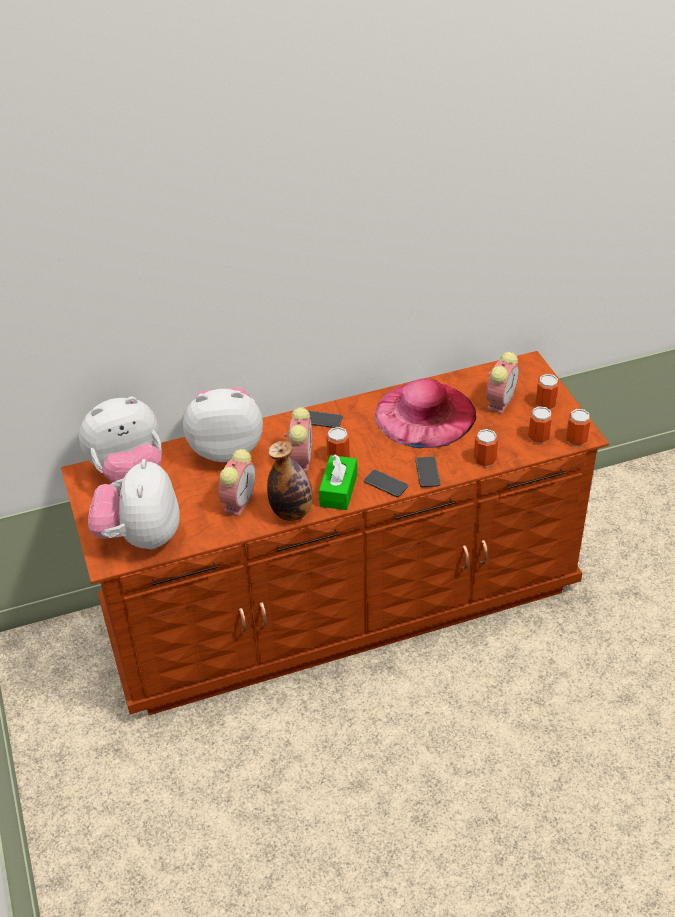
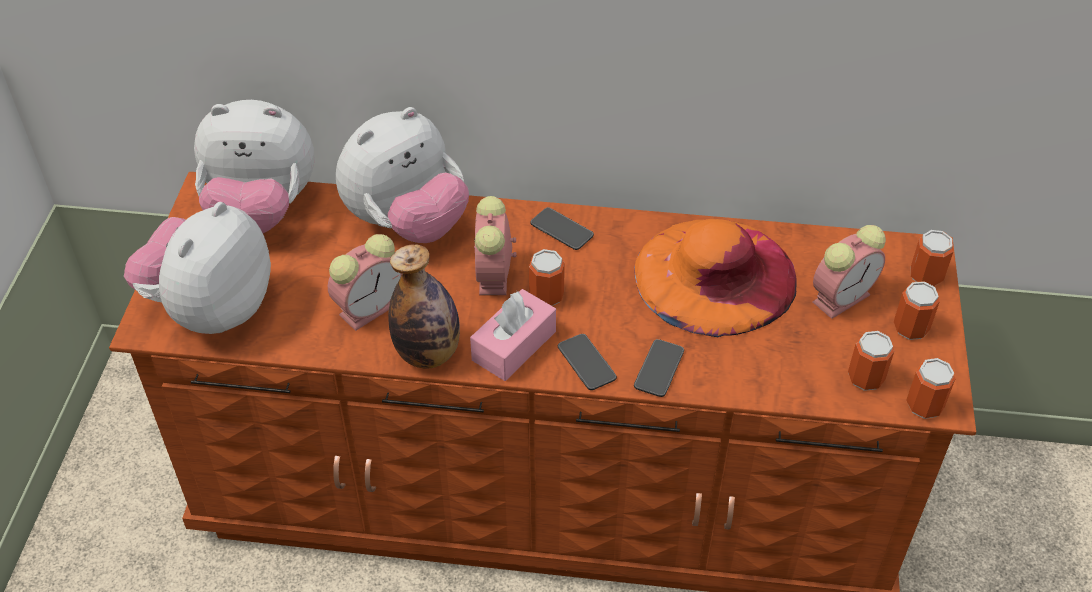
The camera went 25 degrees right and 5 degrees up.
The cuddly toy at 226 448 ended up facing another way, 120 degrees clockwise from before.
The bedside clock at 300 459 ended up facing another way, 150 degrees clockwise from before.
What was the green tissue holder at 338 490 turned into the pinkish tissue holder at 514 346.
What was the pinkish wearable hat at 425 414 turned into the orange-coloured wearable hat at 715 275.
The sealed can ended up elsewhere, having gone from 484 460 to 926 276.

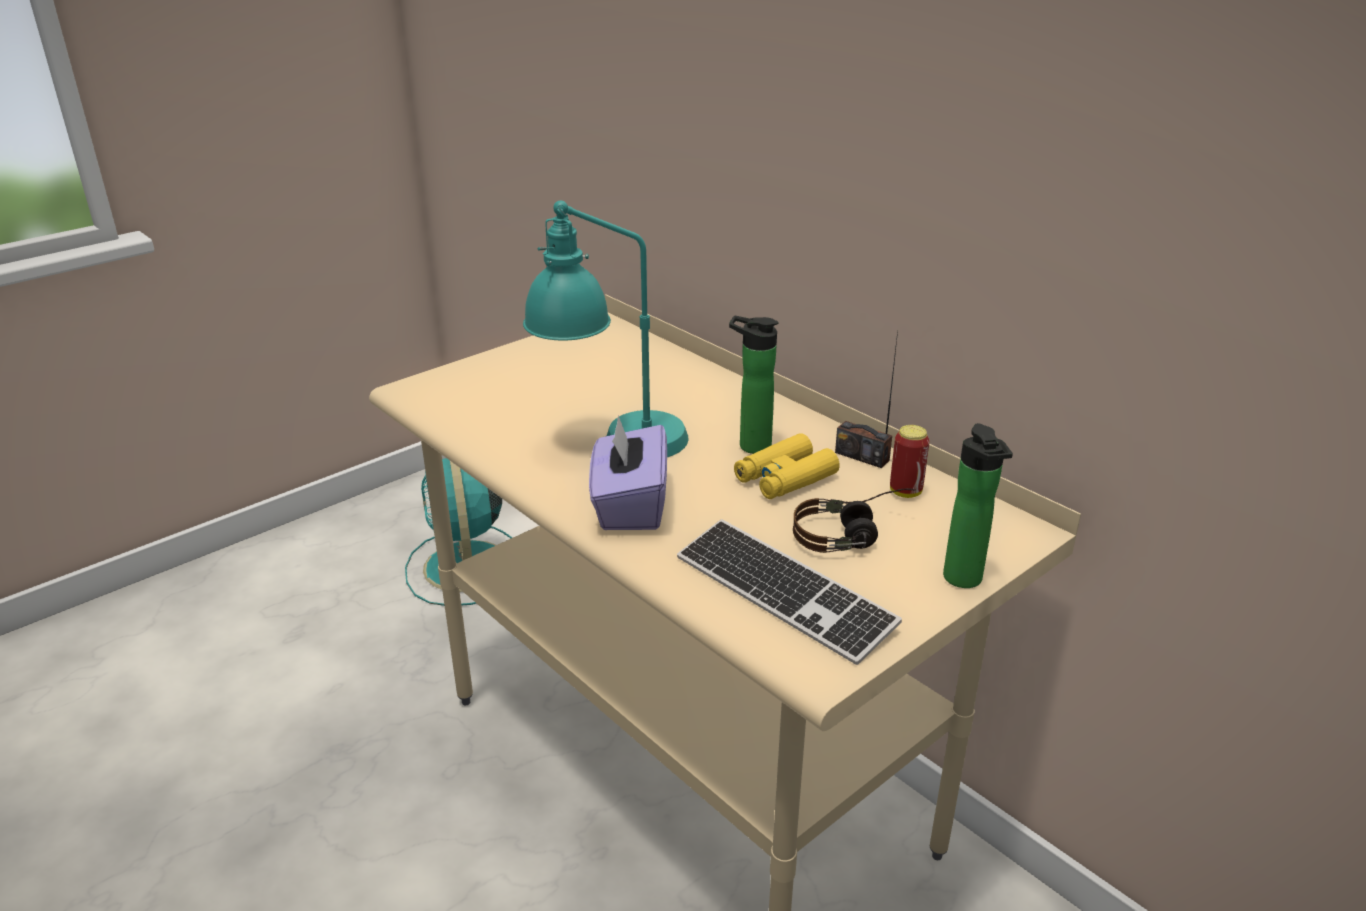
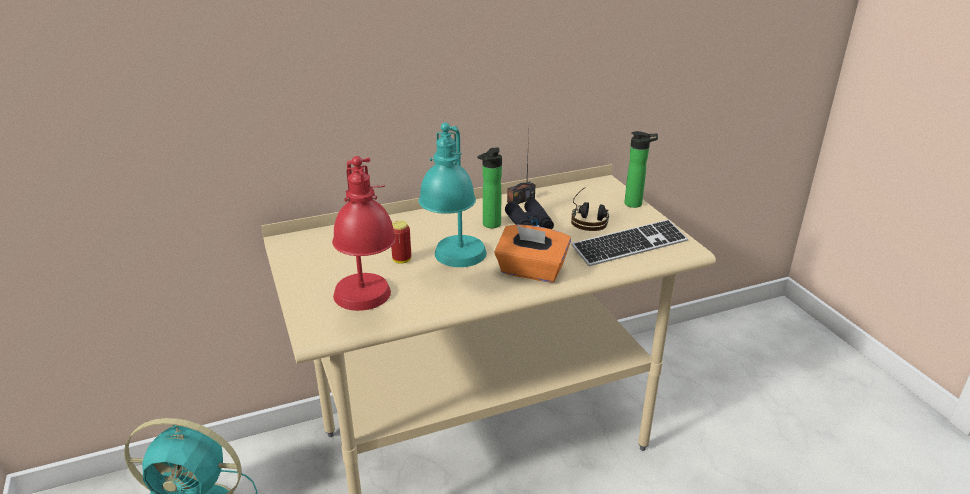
The camera went 70 degrees left and 0 degrees up.
What was the purple tissue holder at 629 506 turned into the orange-coloured tissue holder at 531 271.
What was the yellow field glasses at 784 478 turned into the blackish field glasses at 529 223.
The sealed can ended up elsewhere, having gone from 905 492 to 402 260.
The second view gained the reddish lamp for a table at 368 307.

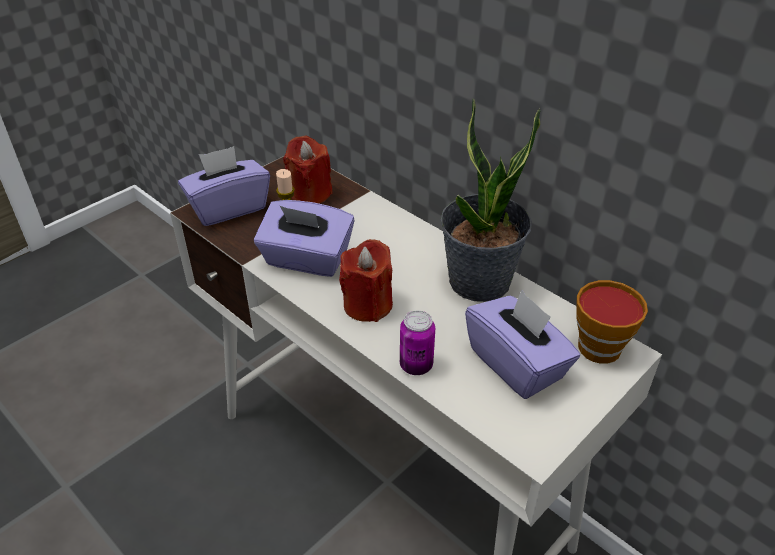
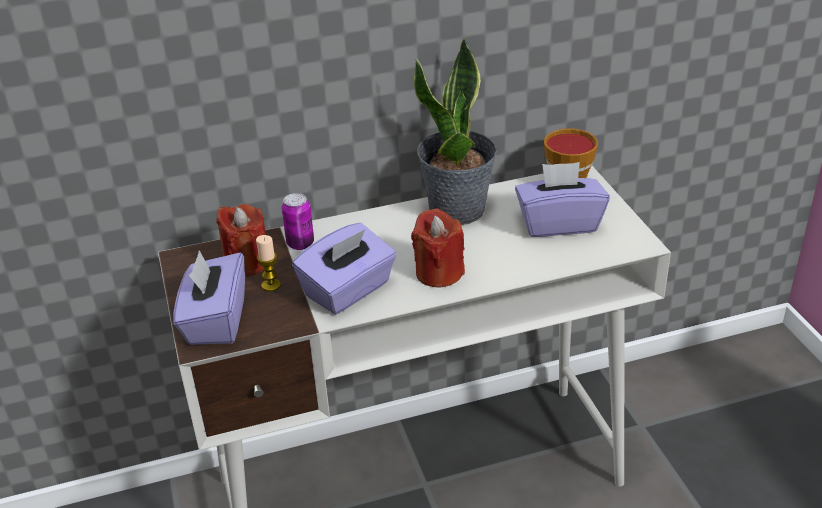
The camera went 60 degrees left and 5 degrees down.
The sealed can ended up elsewhere, having gone from 416 365 to 300 244.

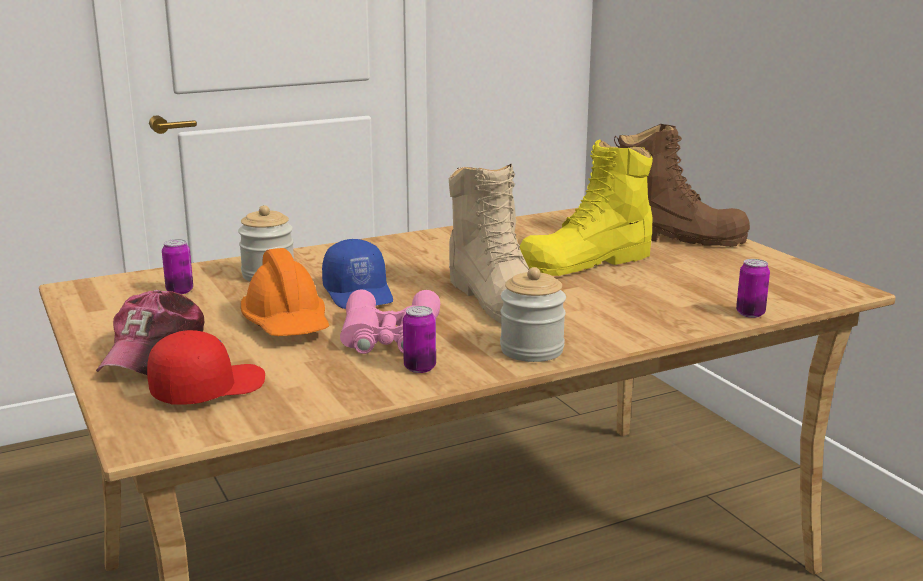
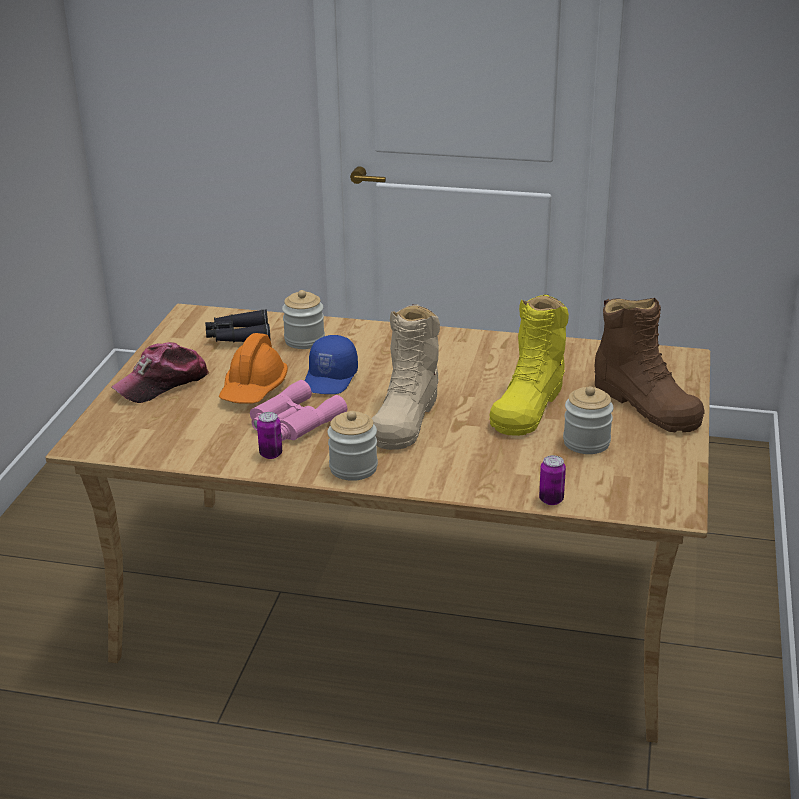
The camera went 40 degrees right and 10 degrees up.
The second view lost the reddish peaked cap at 207 388.
Where the sealed can stood at 179 291, the blackish field glasses came to stand at 238 337.
The yellow high-top boot at 587 262 ended up facing another way, 75 degrees counterclockwise from before.
The second view gained the jar at 586 442.

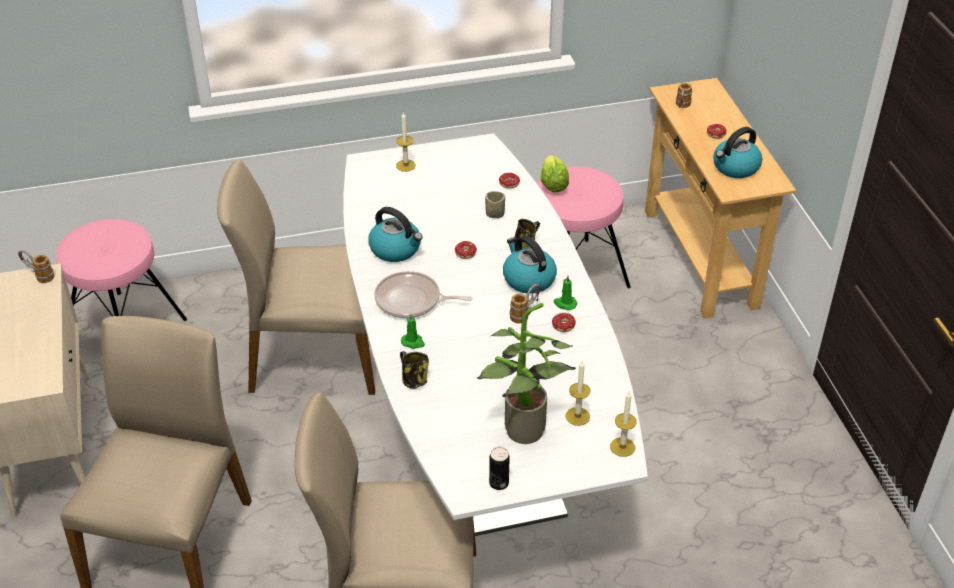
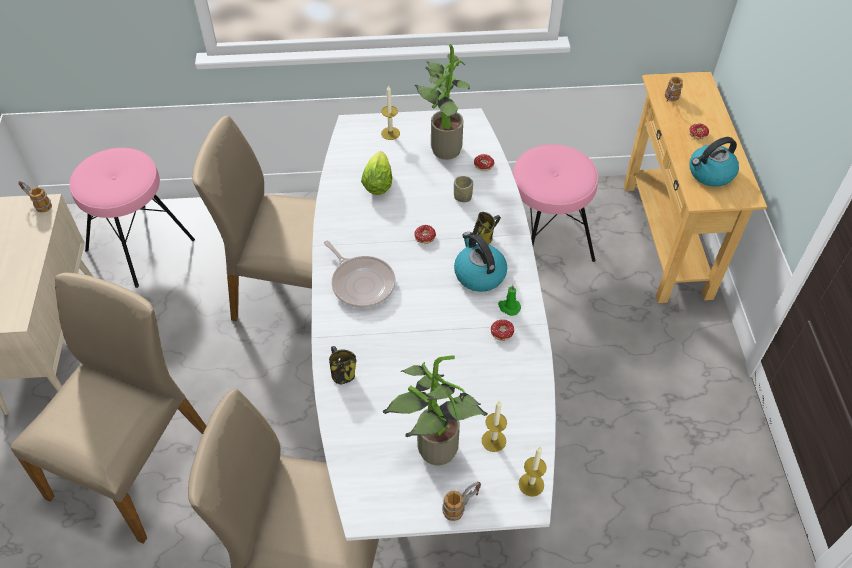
The camera went 10 degrees right and 10 degrees up.
The second view lost the kettle at 396 249.
The frying pan at 411 301 ended up facing another way, 150 degrees counterclockwise from before.
The second view lost the green wax candle at 413 342.
The second view lost the sealed can at 499 483.
The tea mug ended up elsewhere, having gone from 525 313 to 461 506.
The lettuce ended up elsewhere, having gone from 553 183 to 378 182.
The second view gained the potted plant at 442 148.

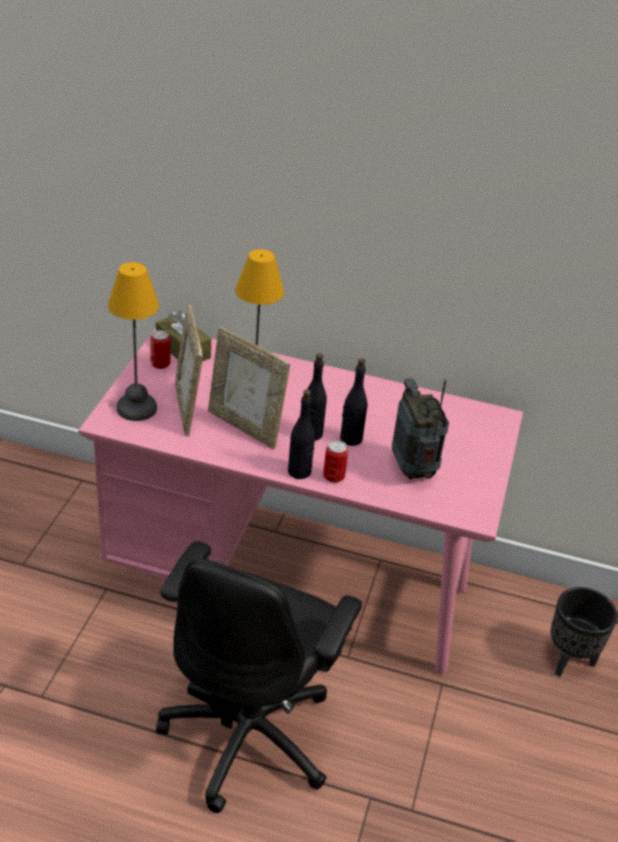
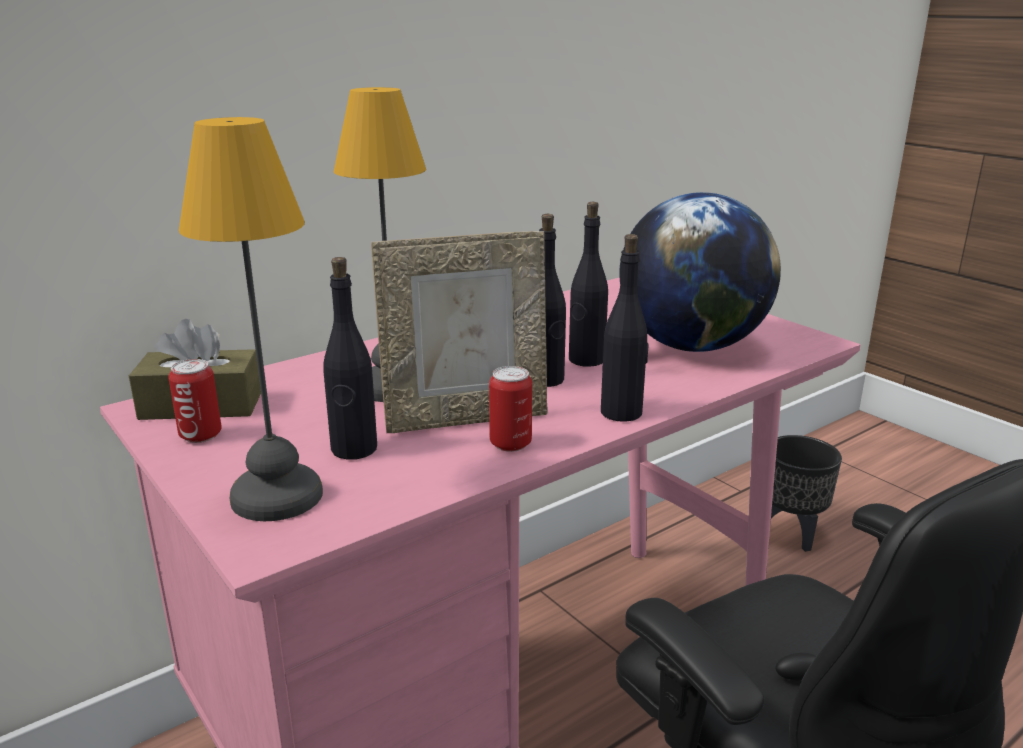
The camera went 50 degrees left and 15 degrees down.
Where the picture frame stood at 187 409, the blackish bottle came to stand at 354 449.
The sealed can ended up elsewhere, having gone from 333 477 to 510 443.
Where the radio stood at 413 470, the world globe came to stand at 691 346.

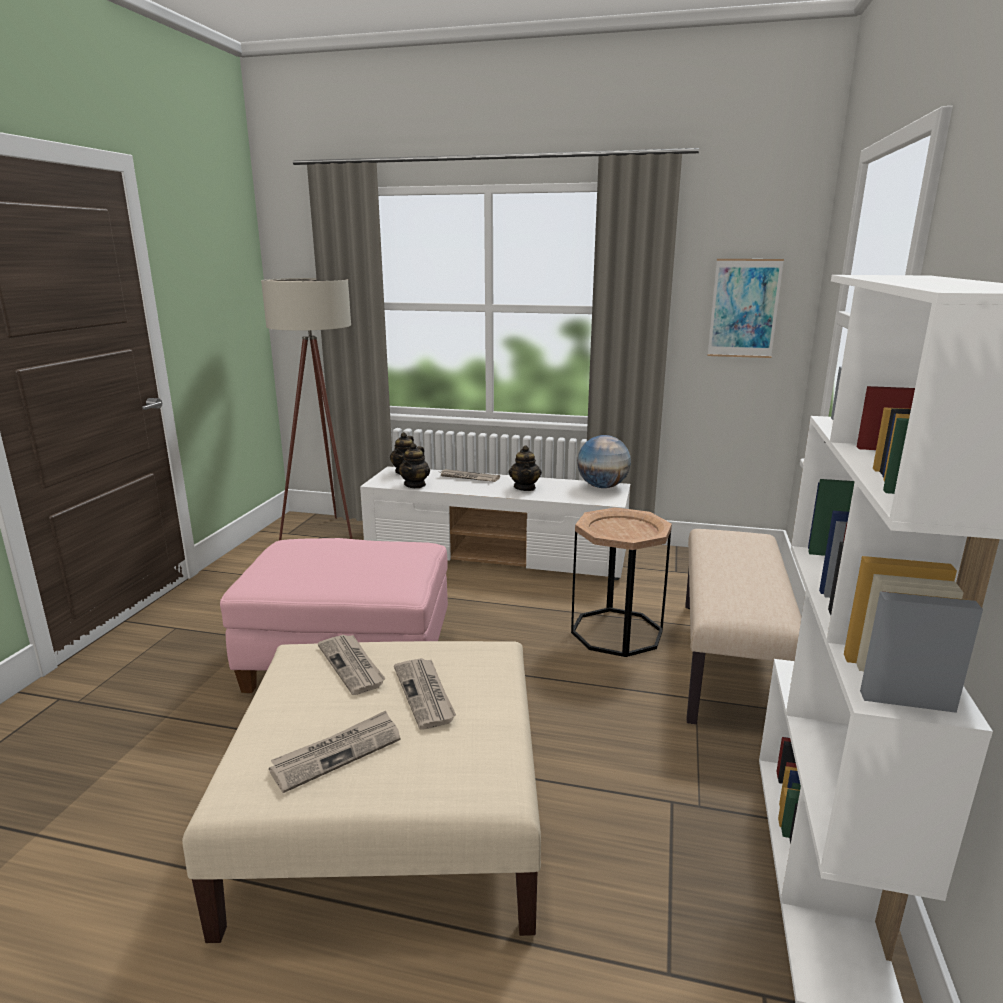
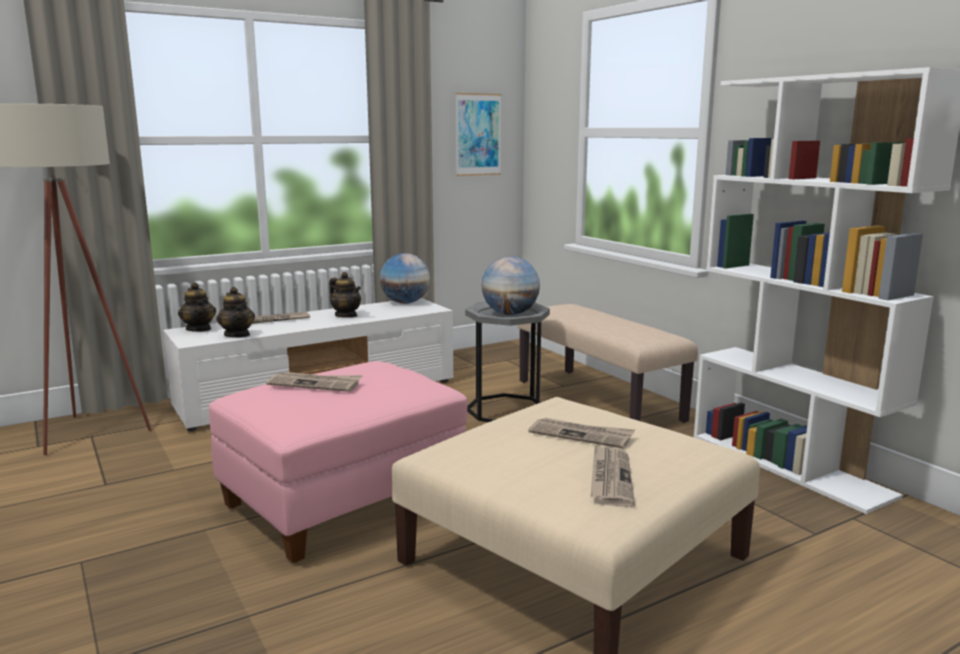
The camera went 45 degrees left and 5 degrees down.
The printed paper ended up elsewhere, having gone from 352 665 to 315 384.
What was the brown end table at 616 632 turned into the greyish end table at 506 409.
The second view gained the world globe at 510 314.

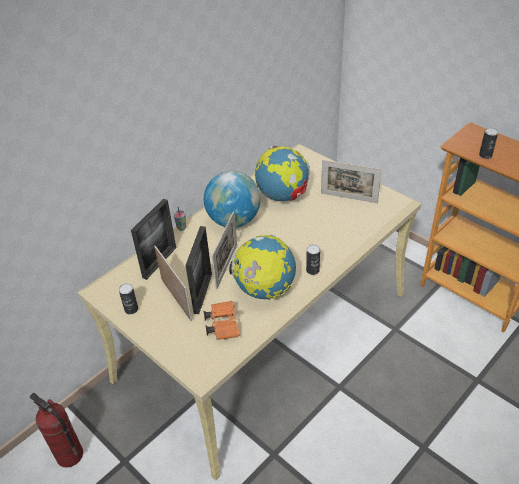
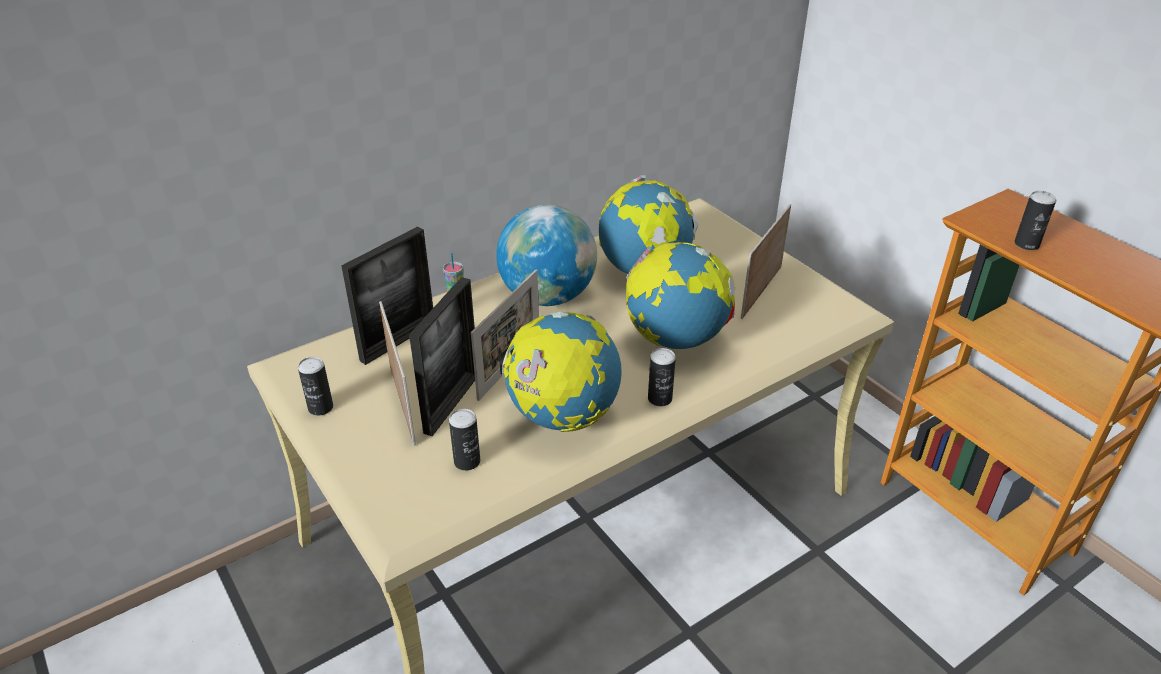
The camera went 10 degrees right and 5 degrees down.
The second view lost the fire extinguisher at 69 455.
Where the orange-coloured field glasses stood at 222 324, the sealed can came to stand at 467 461.
The picture frame at 349 198 ended up facing another way, 90 degrees clockwise from before.
The second view gained the world globe at 676 339.

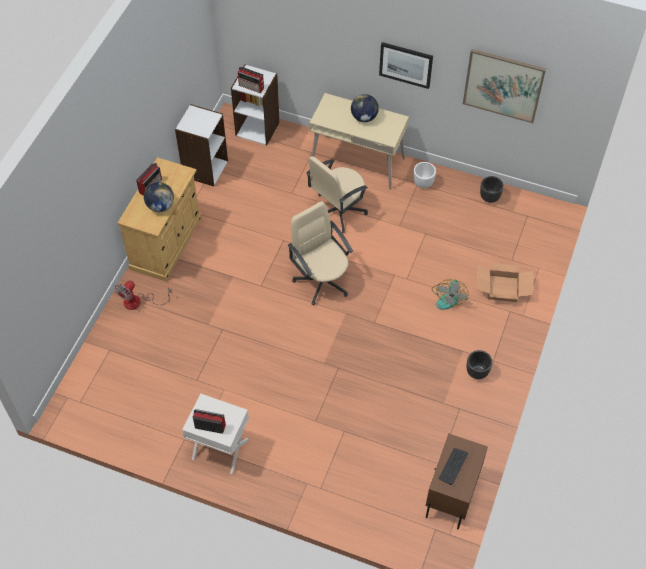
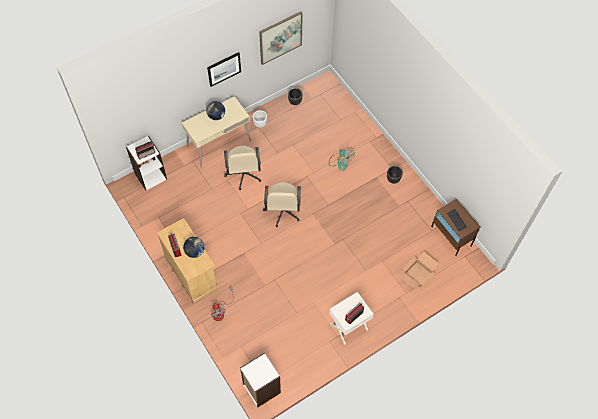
The camera went 55 degrees left and 5 degrees up.
The whitish bookcase ended up elsewhere, having gone from 205 168 to 261 388.
The beige computer chair at 322 280 ended up facing another way, 90 degrees counterclockwise from before.
The cardboard box ended up elsewhere, having gone from 502 289 to 418 275.

